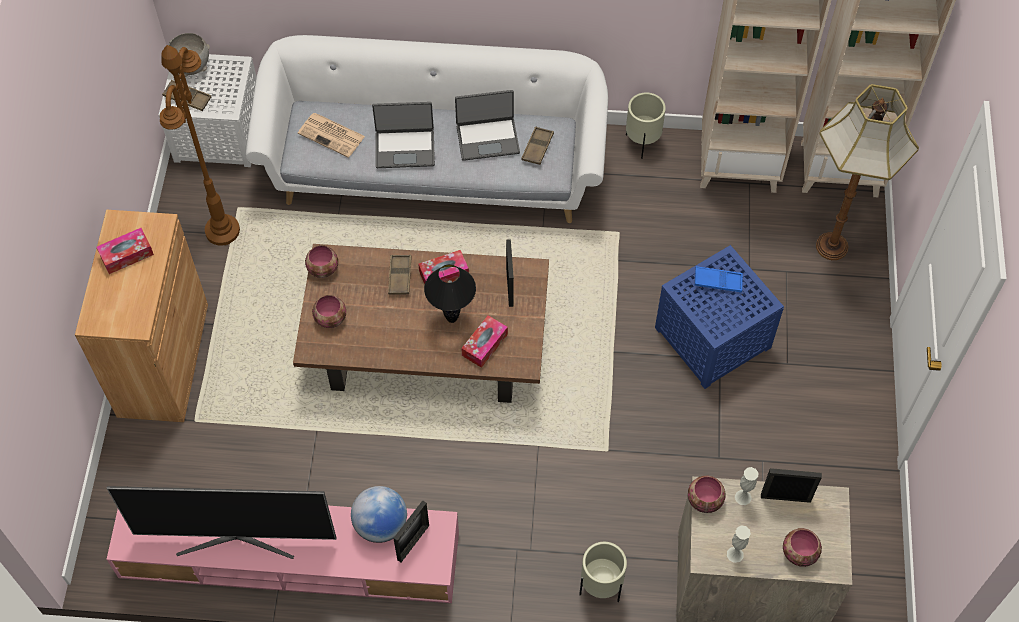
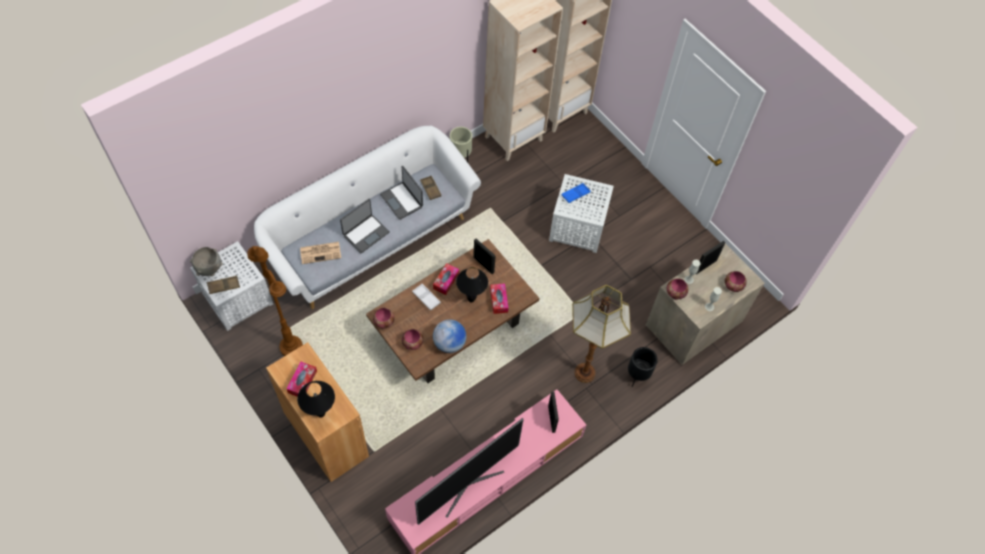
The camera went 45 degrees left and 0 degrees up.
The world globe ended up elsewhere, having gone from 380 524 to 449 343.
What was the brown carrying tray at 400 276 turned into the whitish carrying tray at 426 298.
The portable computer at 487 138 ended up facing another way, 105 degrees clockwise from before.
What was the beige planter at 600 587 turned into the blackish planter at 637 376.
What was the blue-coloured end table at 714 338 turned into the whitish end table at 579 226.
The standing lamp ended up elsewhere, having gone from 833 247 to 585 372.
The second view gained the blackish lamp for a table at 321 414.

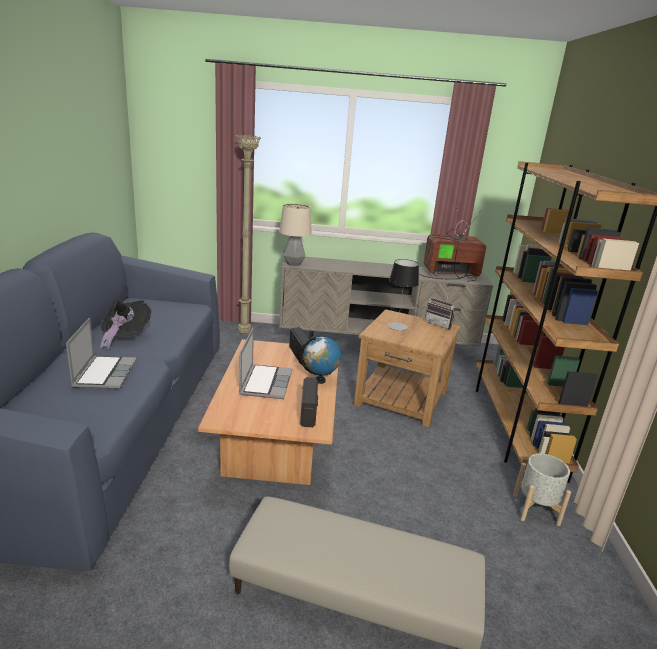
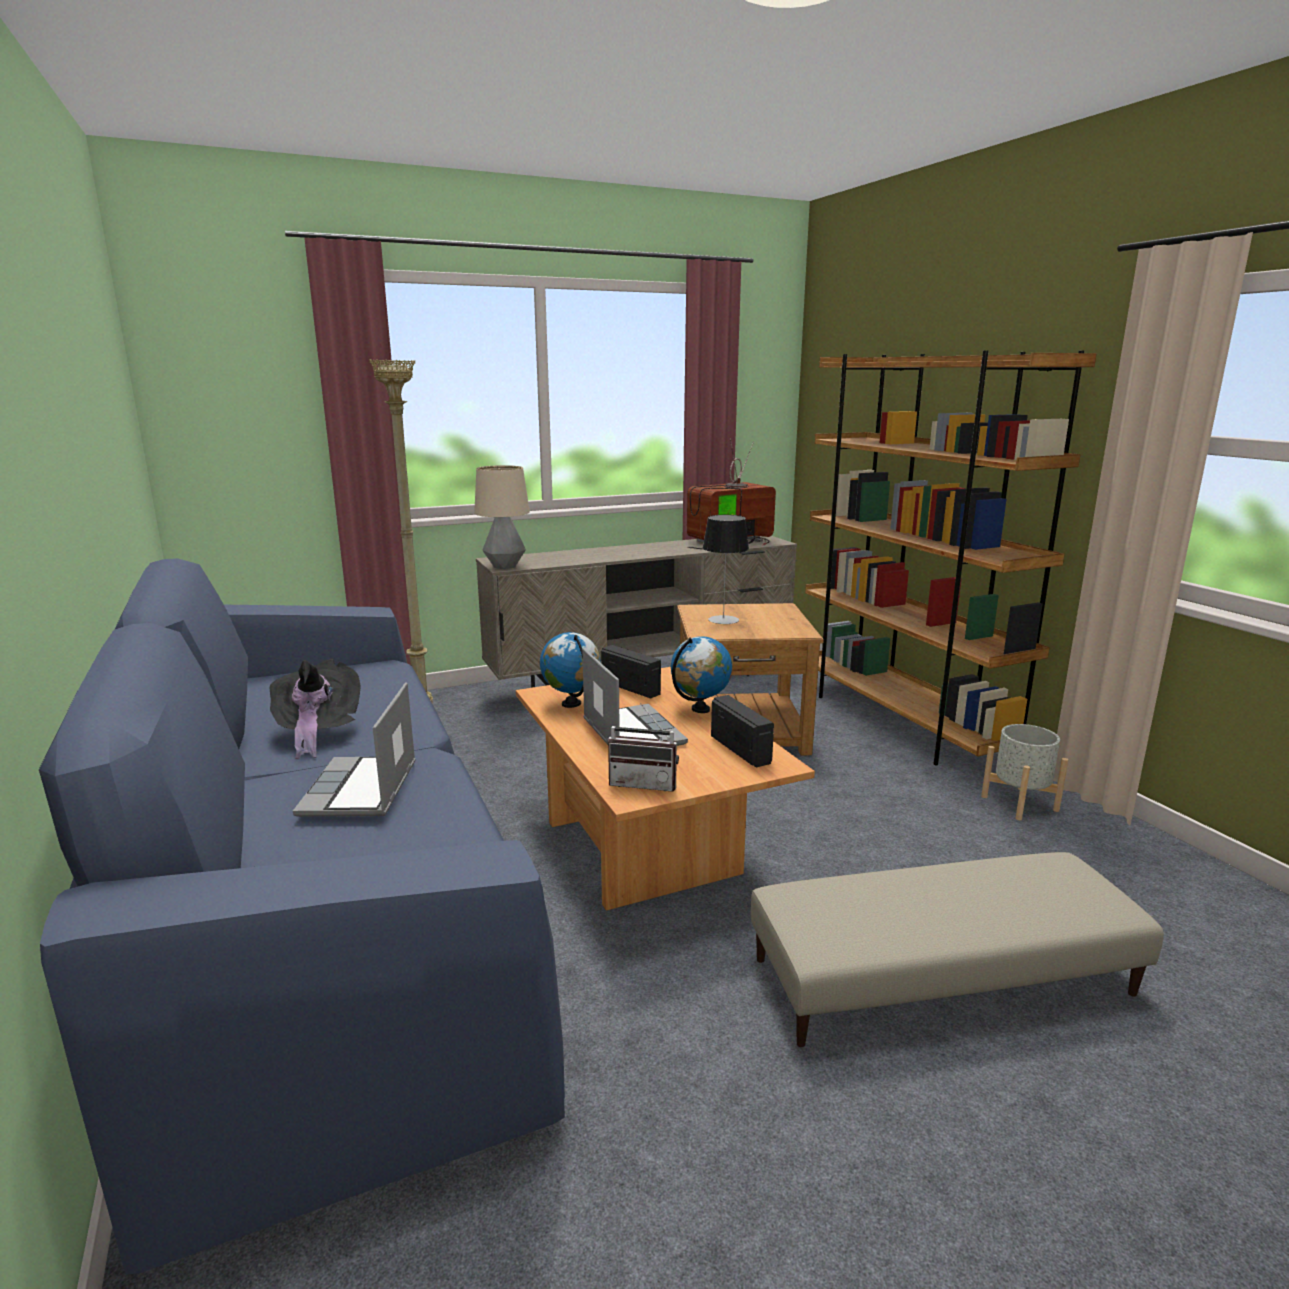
The camera went 25 degrees left and 5 degrees down.
The portable computer at 104 373 ended up facing another way, 150 degrees counterclockwise from before.
The radio ended up elsewhere, having gone from 439 324 to 645 783.
The second view gained the world globe at 571 704.

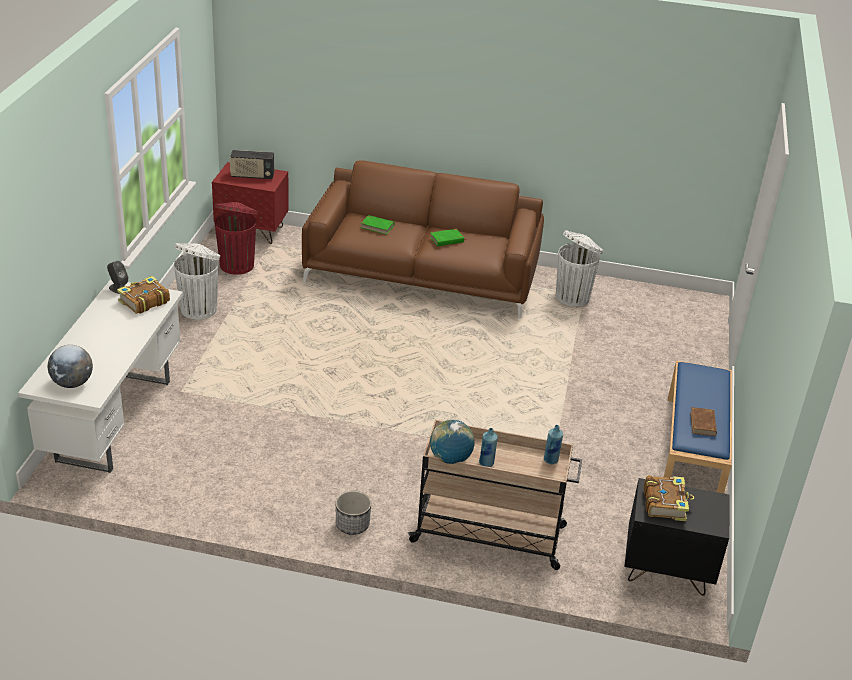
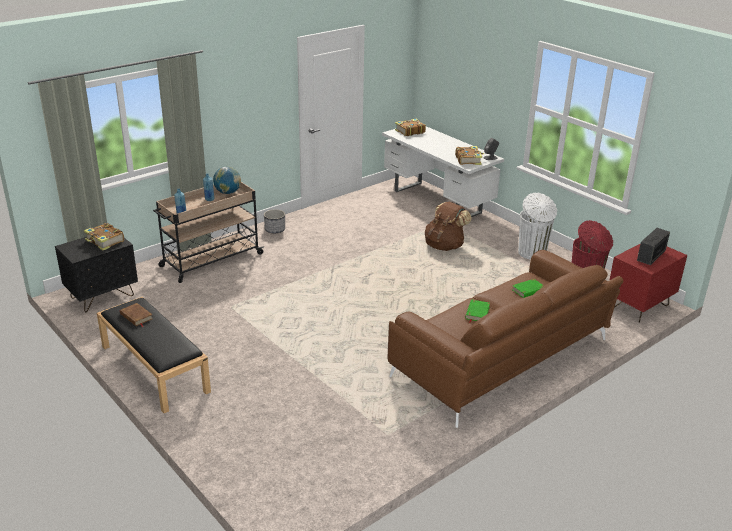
The camera went 130 degrees right and 5 degrees down.
Where the world globe stood at 72 383, the volume came to stand at 409 131.
The second view lost the whitish rubbish bin at 573 297.
What was the blue-coloured bench at 693 448 turned into the blackish bench at 153 368.
The second view gained the brown knapsack at 444 246.

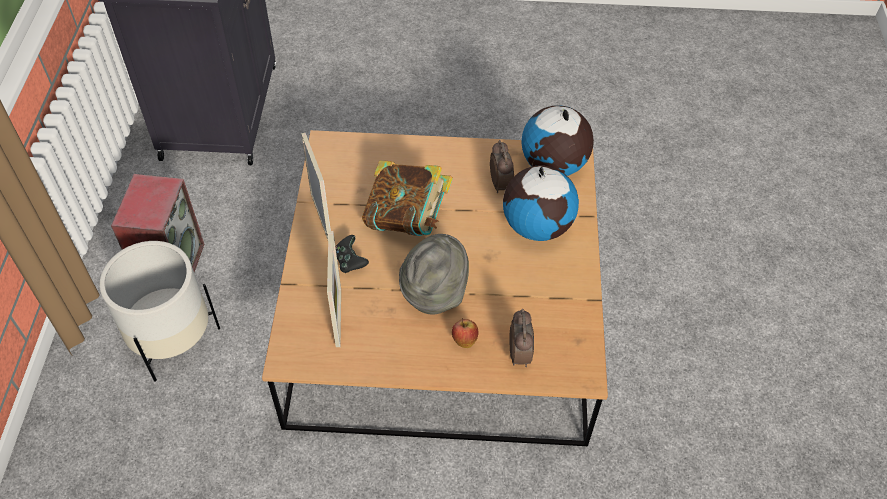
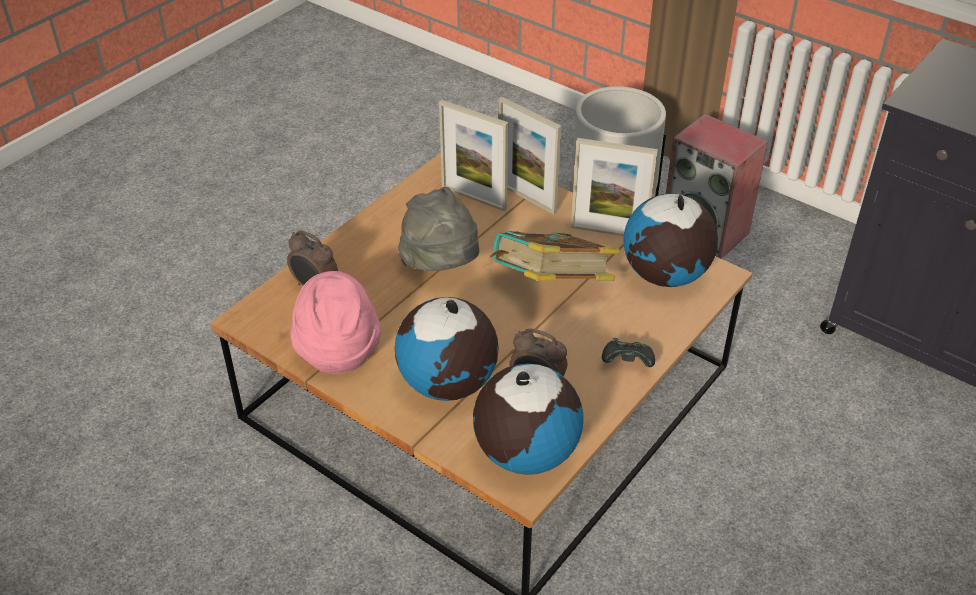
The camera went 125 degrees right and 10 degrees down.
The blackish gamepad ended up elsewhere, having gone from 349 261 to 627 363.
The second view lost the apple fruit at 464 340.
The second view gained the pinkish wearable hat at 337 349.
The second view gained the picture frame at 527 198.
The second view gained the world globe at 665 275.

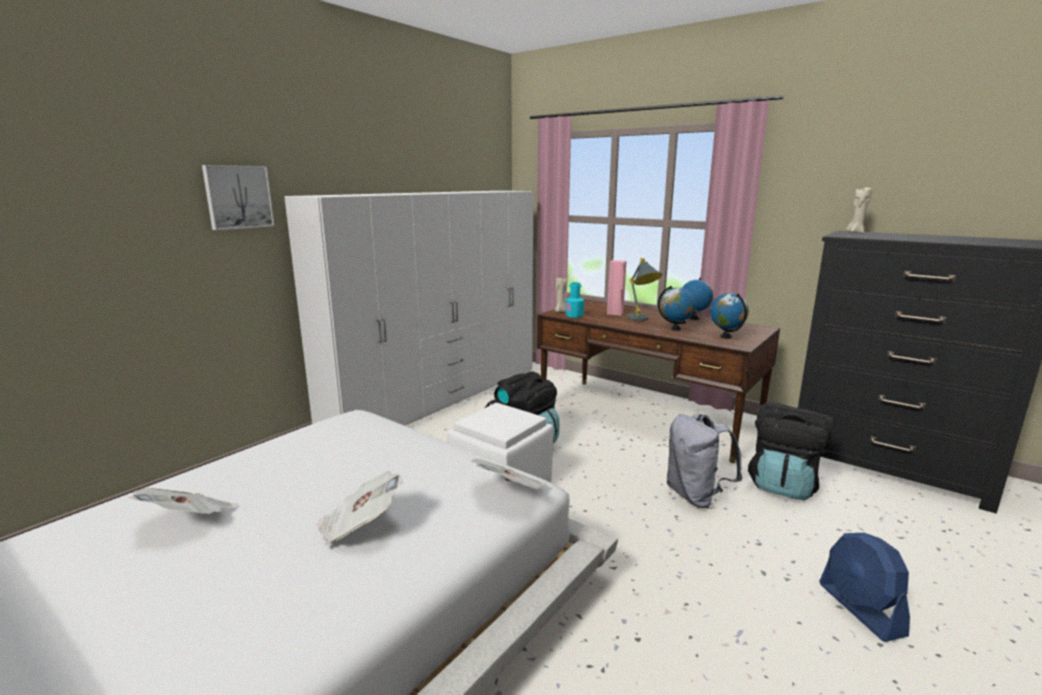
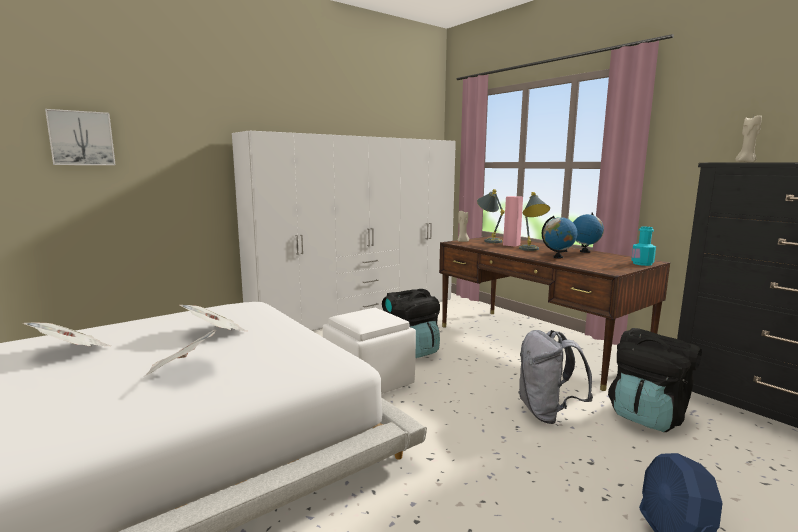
The camera went 15 degrees right and 5 degrees down.
The wall picture ended up elsewhere, having gone from 238 197 to 81 138.
The printed paper ended up elsewhere, having gone from 511 492 to 216 333.
The turquoise bottle ended up elsewhere, having gone from 574 315 to 642 263.
The second view lost the world globe at 726 337.
The second view gained the greyish lamp for a table at 489 240.

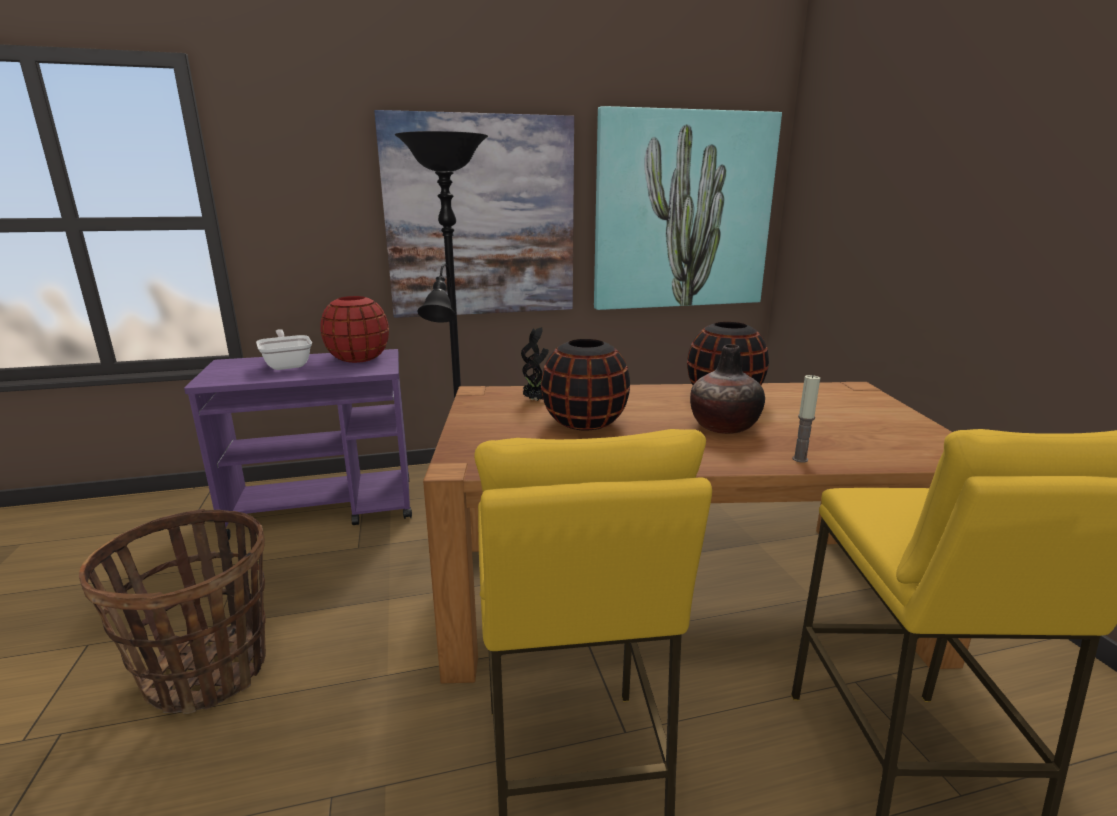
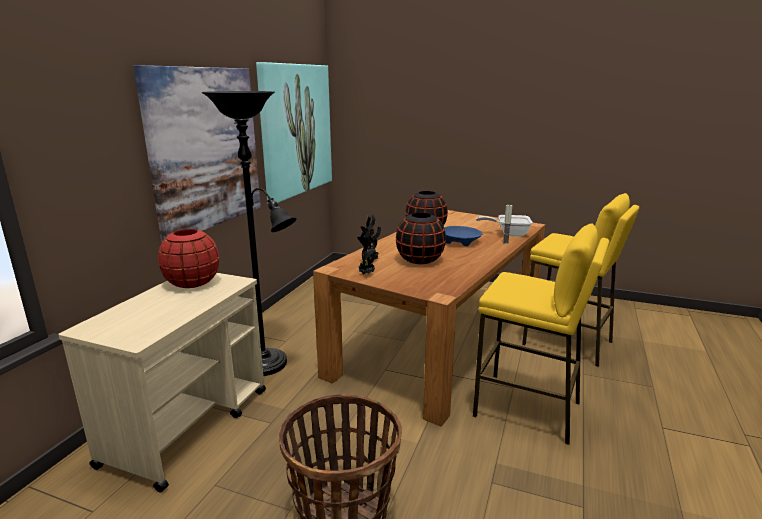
The camera went 55 degrees left and 0 degrees up.
What was the purple trolley at 325 508 turned into the beige trolley at 189 425.
The frying pan ended up elsewhere, having gone from 287 364 to 509 234.
Where the decorative vase stood at 723 427, the blue-coloured serving bowl came to stand at 459 242.
The second view gained the potted plant at 366 274.

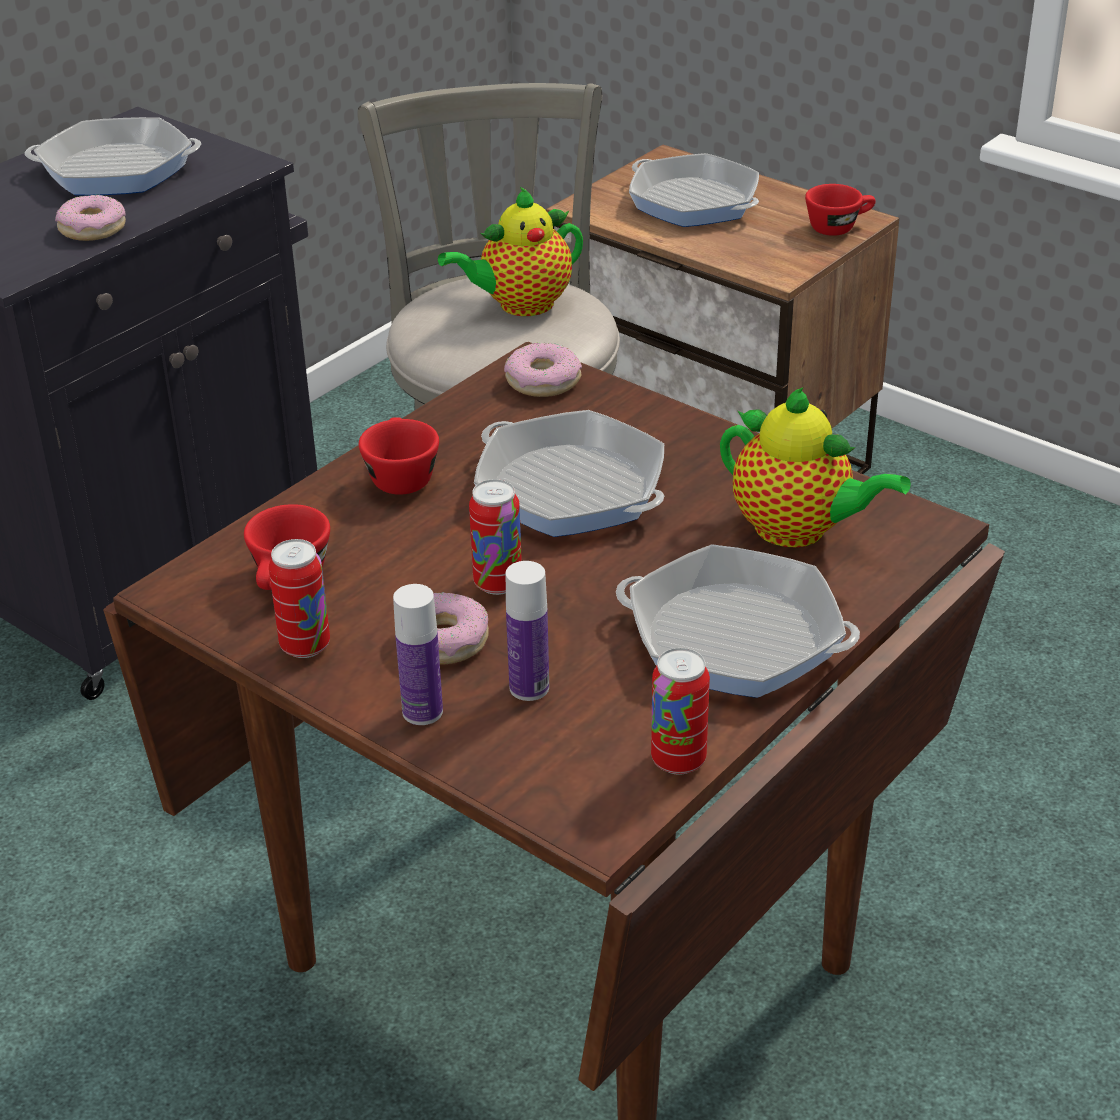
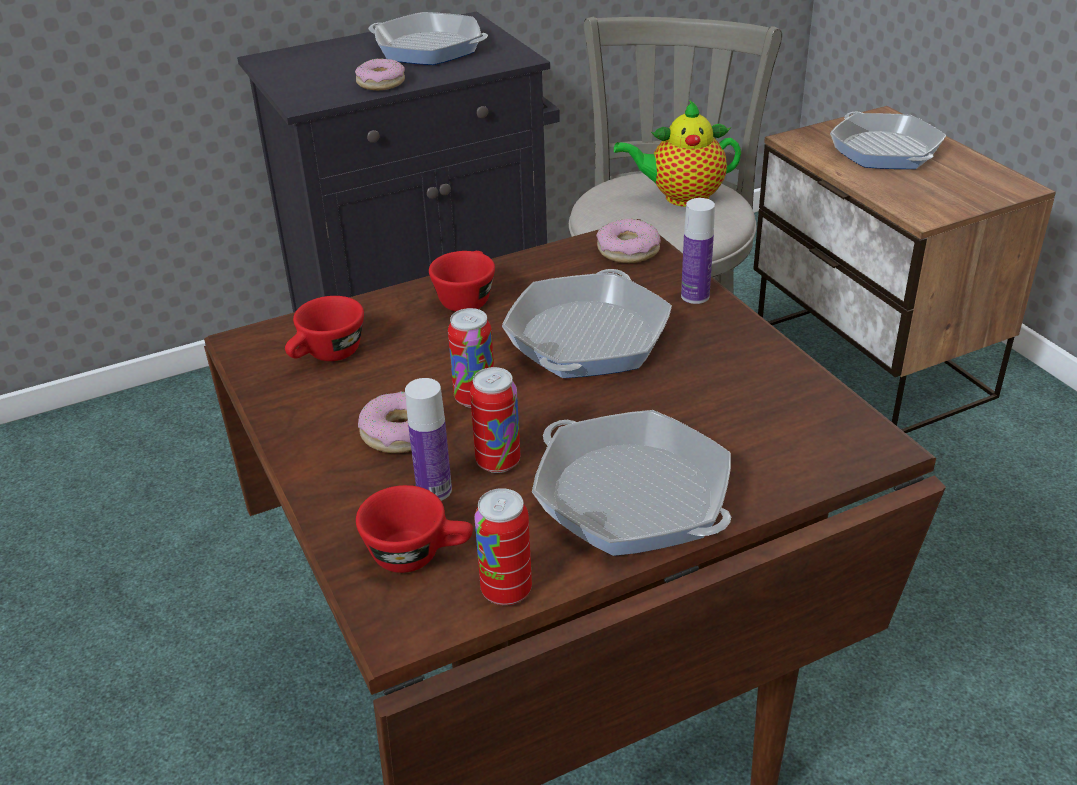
The camera went 25 degrees right and 0 degrees up.
The sealed can ended up elsewhere, having gone from 305 646 to 498 462.
The bottle ended up elsewhere, having gone from 422 712 to 695 296.
The frying pan at 570 488 ended up facing another way, 135 degrees counterclockwise from before.
The second view lost the pot for tea at 798 530.
The reddish drinking cup ended up elsewhere, having gone from 839 227 to 419 554.

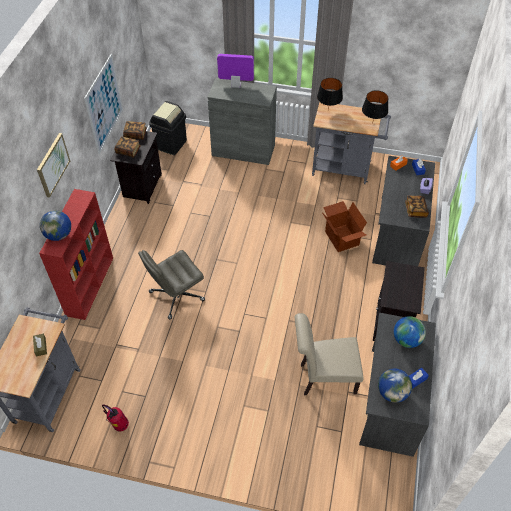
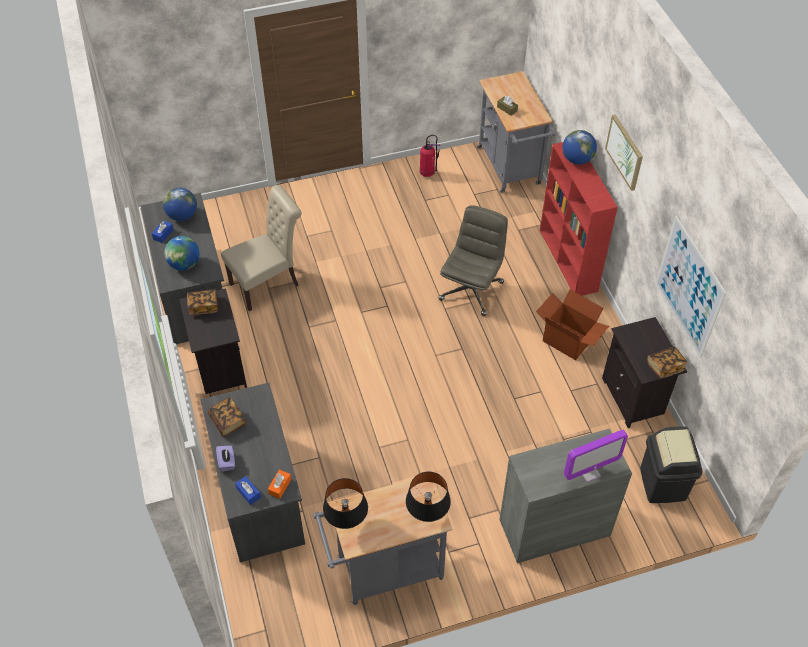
The camera went 150 degrees right and 0 degrees up.
The volume ended up elsewhere, having gone from 128 151 to 204 306.
The cardboard box ended up elsewhere, having gone from 341 238 to 568 340.

